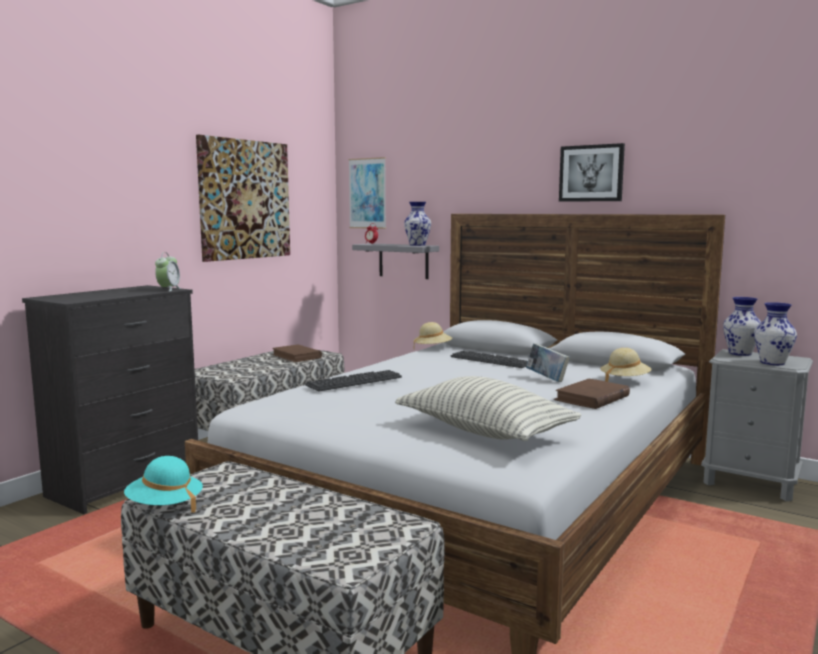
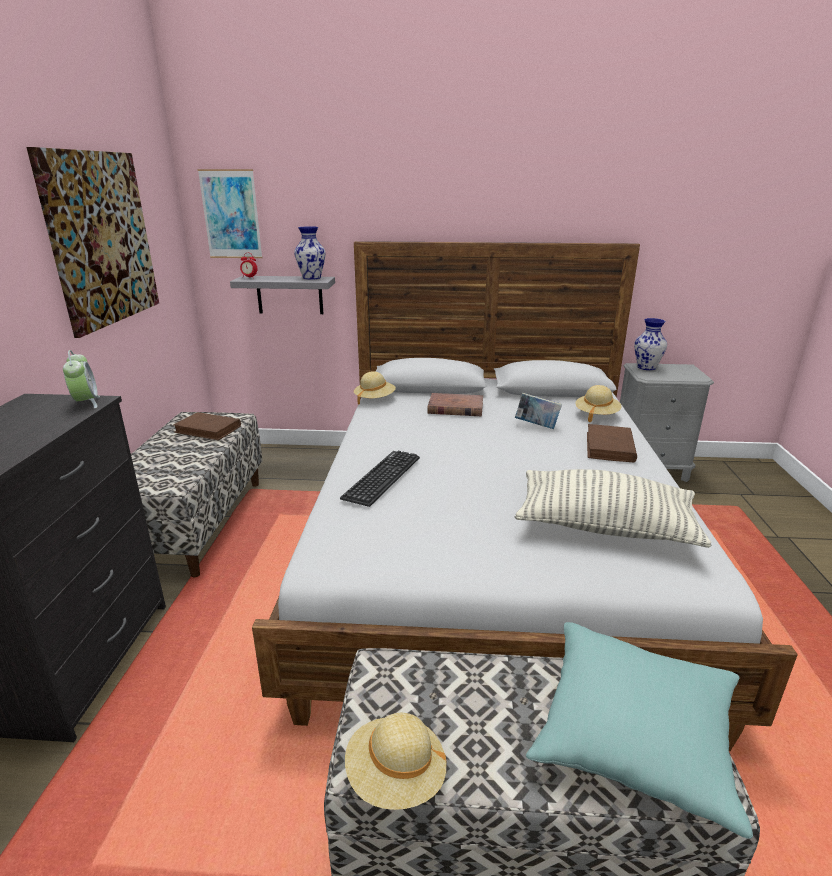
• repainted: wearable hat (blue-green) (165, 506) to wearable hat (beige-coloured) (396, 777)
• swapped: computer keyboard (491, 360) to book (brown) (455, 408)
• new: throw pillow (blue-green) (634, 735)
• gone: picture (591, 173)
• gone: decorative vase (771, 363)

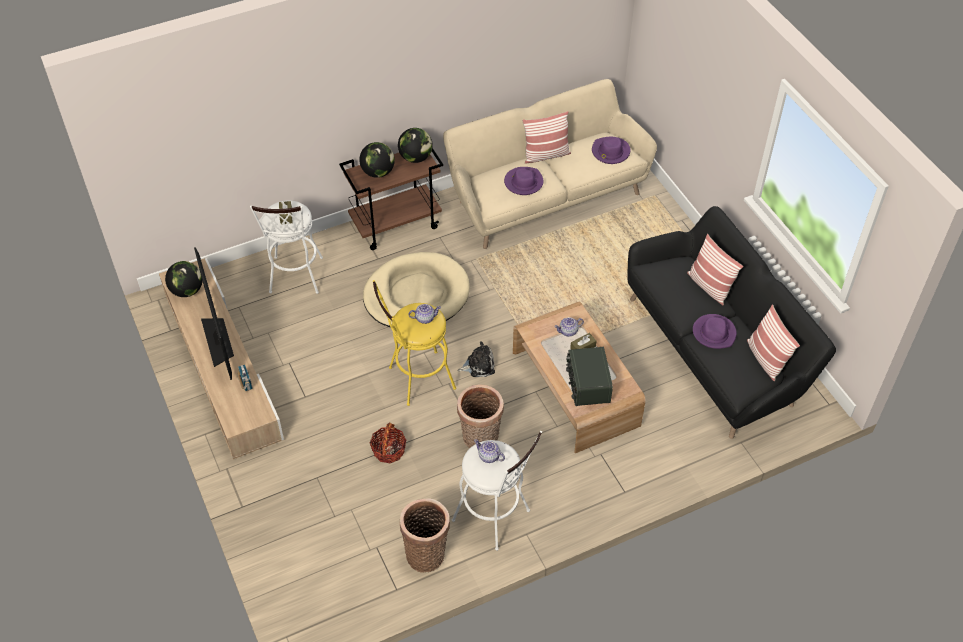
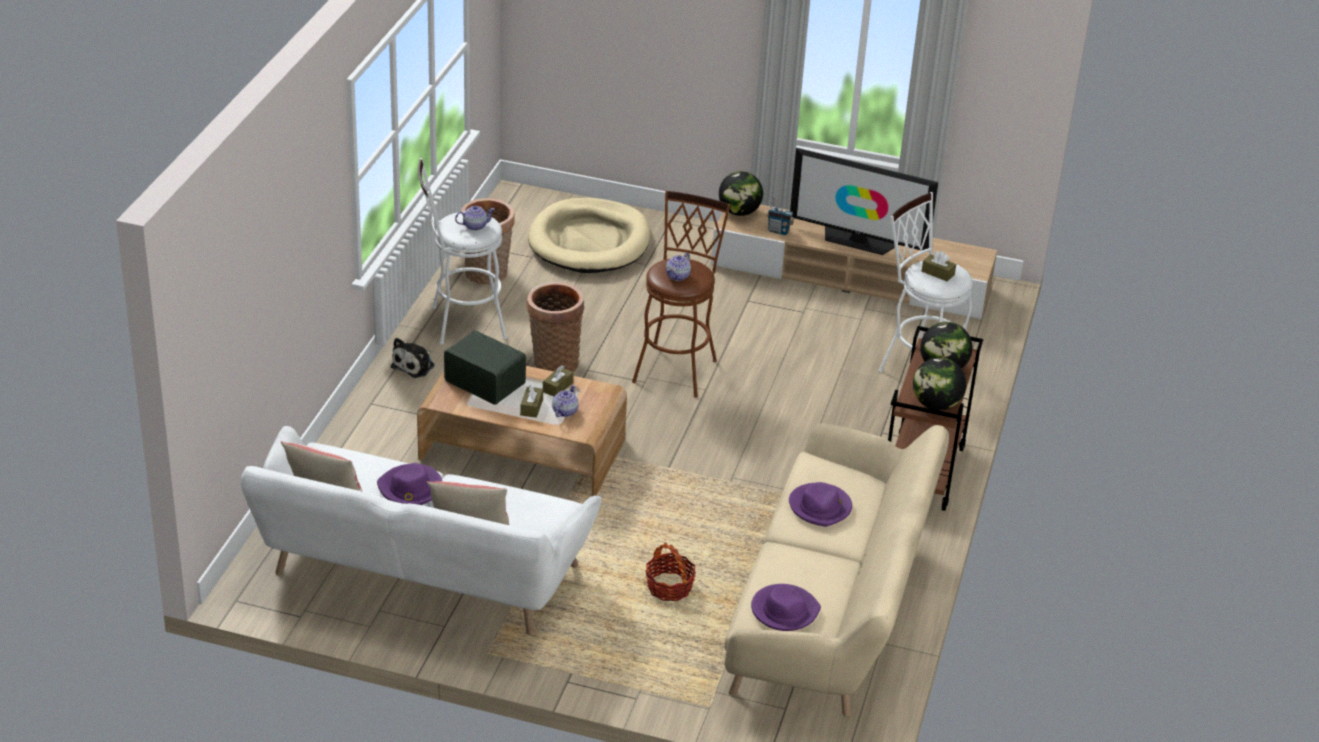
• repainted: sofa (black) (716, 351) to sofa (whitish) (419, 574)
• shifted: cuddly toy (478, 365) to (415, 365)
• shifted: dog bed (beige-coloured) (416, 295) to (589, 241)
• new: box of tissues (brown) (557, 387)
• repainted: stool (yellowish) (416, 379) to stool (brown) (677, 367)
• shifted: storage basket (389, 450) to (669, 587)
• shifted: world globe (187, 290) to (739, 212)
• gone: throw pillow (546, 155)

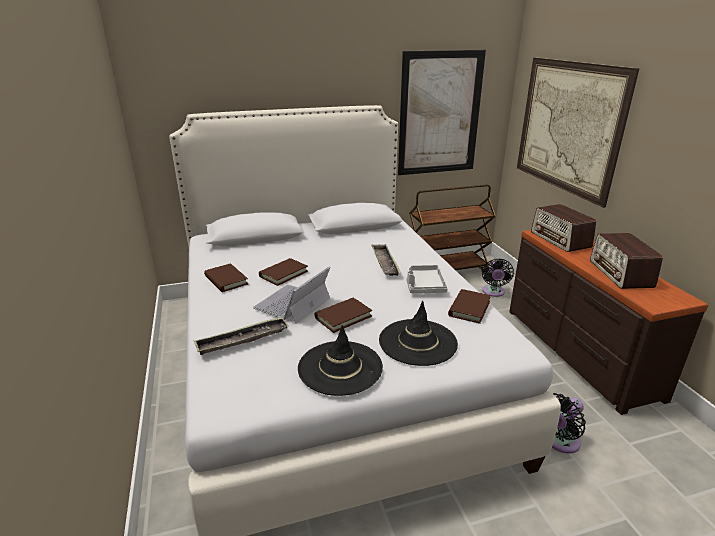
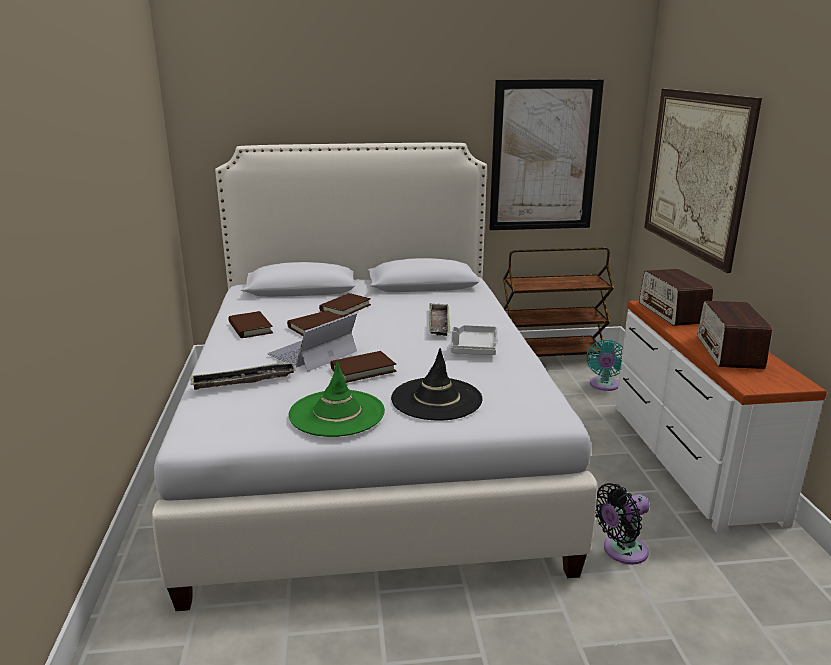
• repainted: wearable hat (black) (340, 367) to wearable hat (green-coloured) (337, 413)
• shifted: book (brown) (469, 308) to (345, 308)
• repainted: fan (black) (493, 292) to fan (blue-green) (604, 385)
• repainted: chest of drawers (brown) (577, 351) to chest of drawers (whitish) (688, 459)

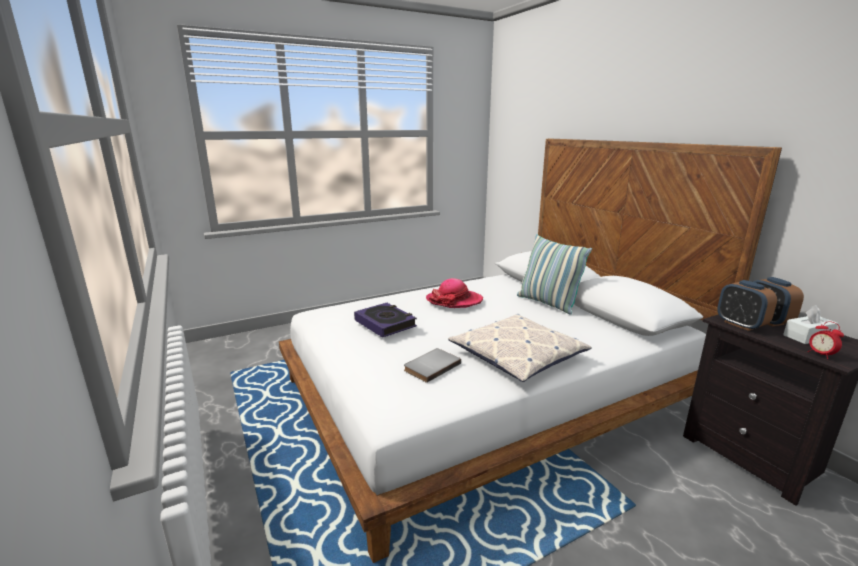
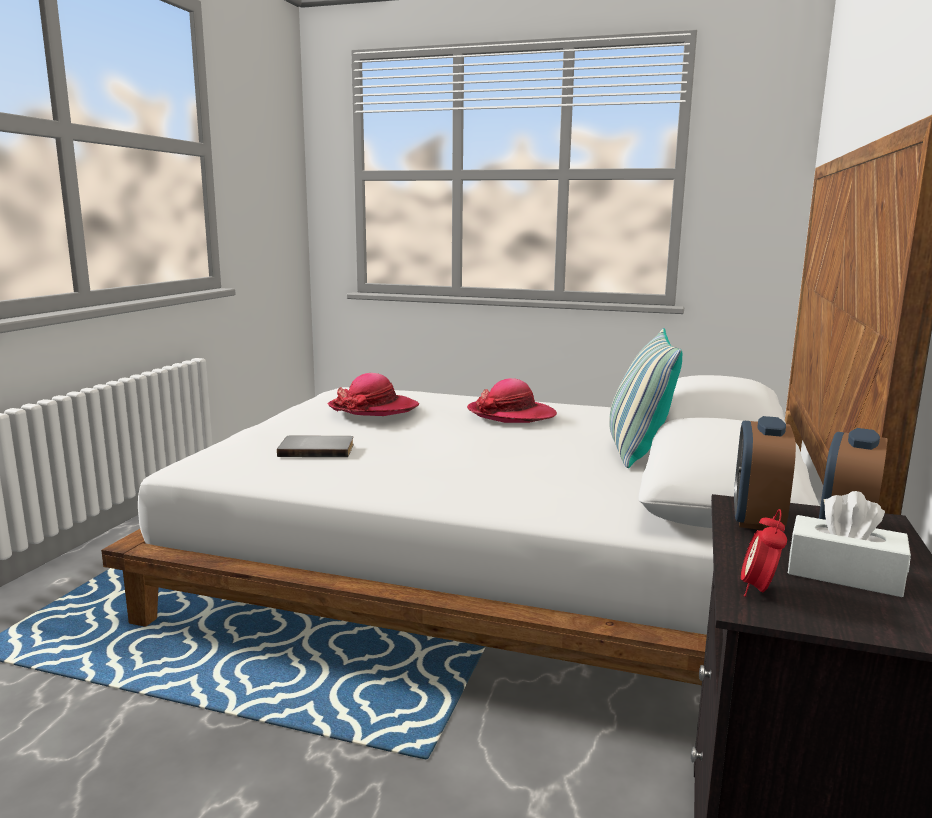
• swapped: book (385, 323) to wearable hat (373, 408)
• gone: throw pillow (517, 355)

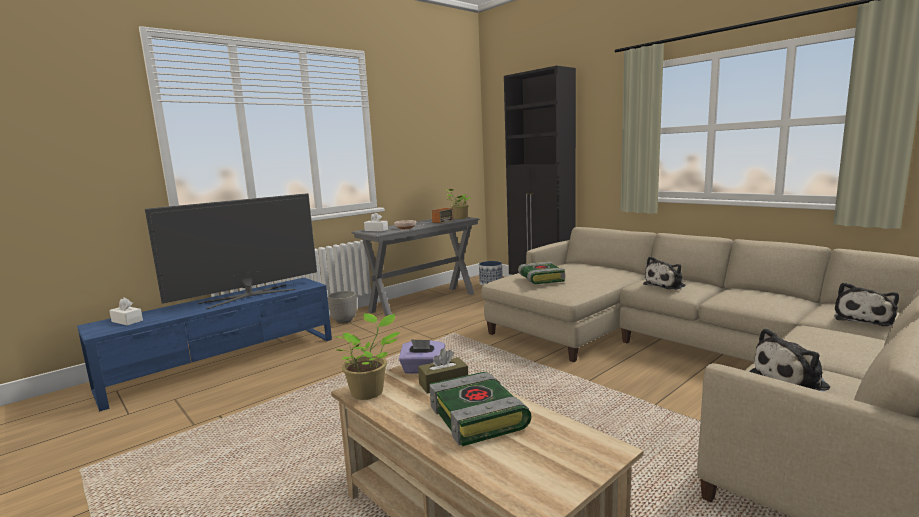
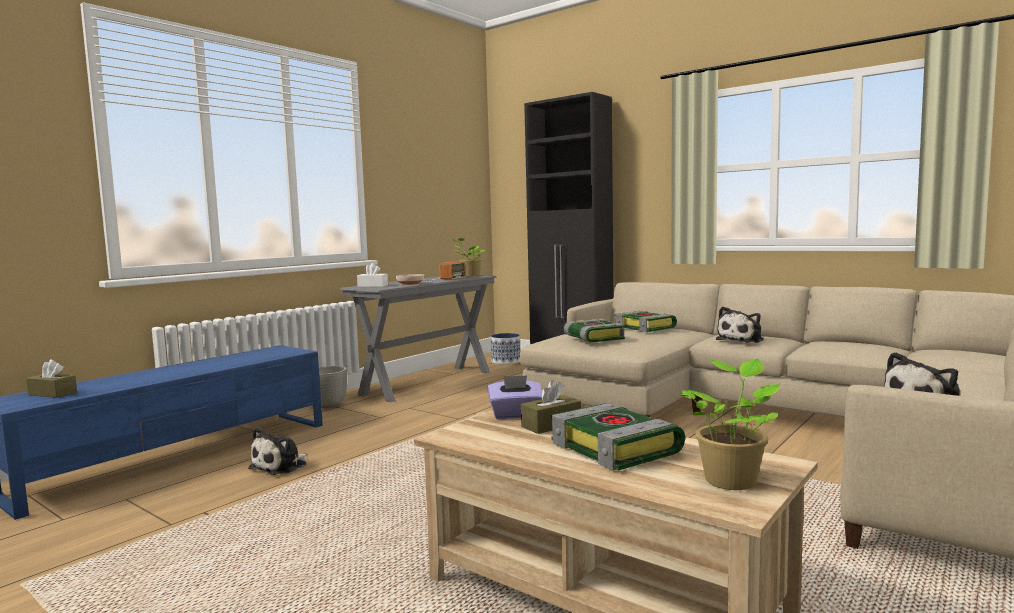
• repainted: box of tissues (whitish) (127, 321) to box of tissues (brown) (52, 393)
• shifted: cuddly toy (863, 319) to (281, 466)
• new: book (646, 328)
• shifted: plant in a pot (369, 391) to (732, 480)
• gone: television (248, 296)

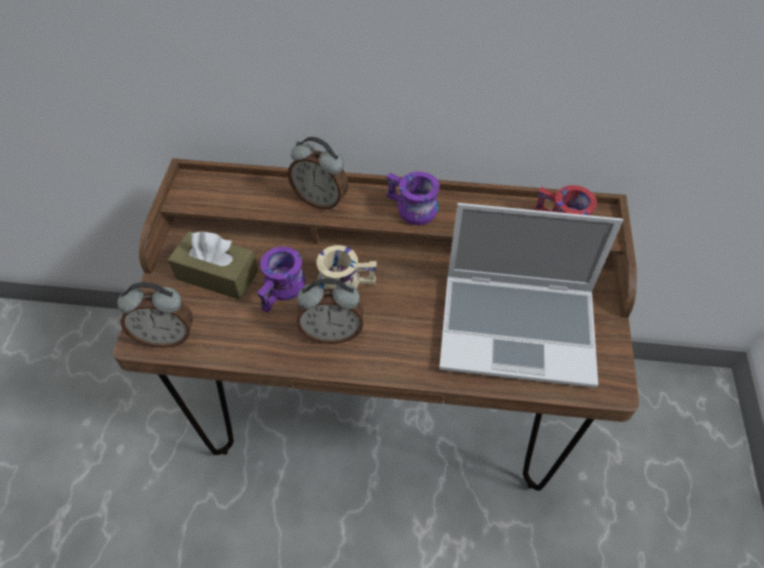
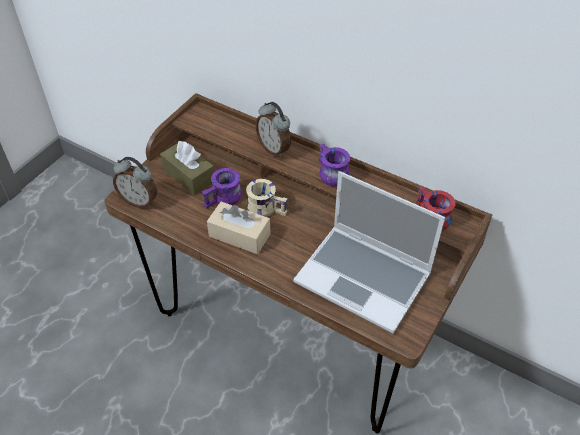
• swapped: bedside clock (332, 332) to box of tissues (beige-coloured) (239, 235)

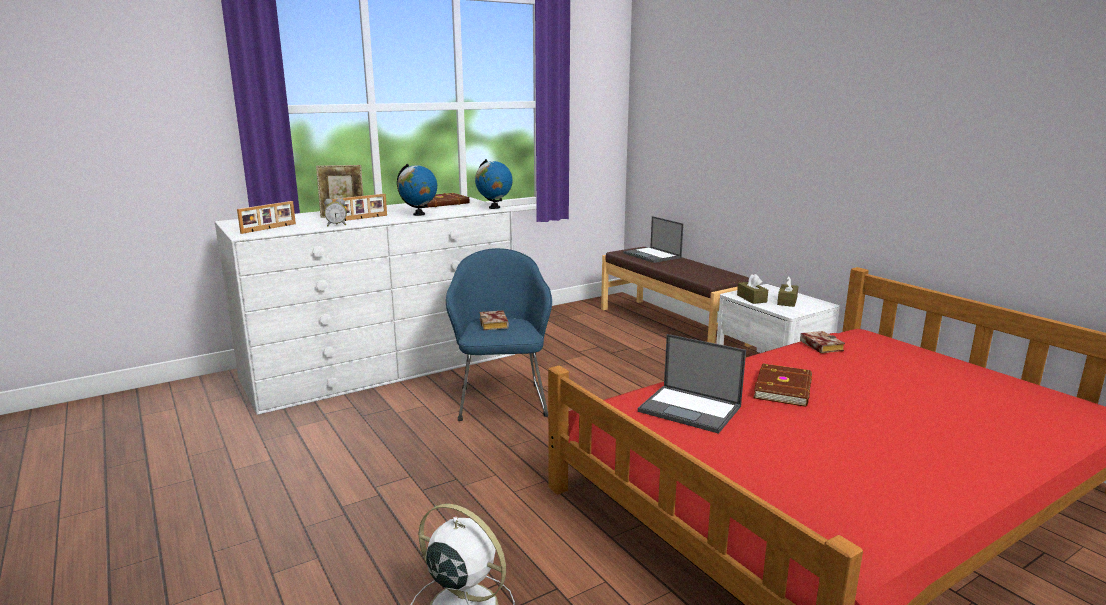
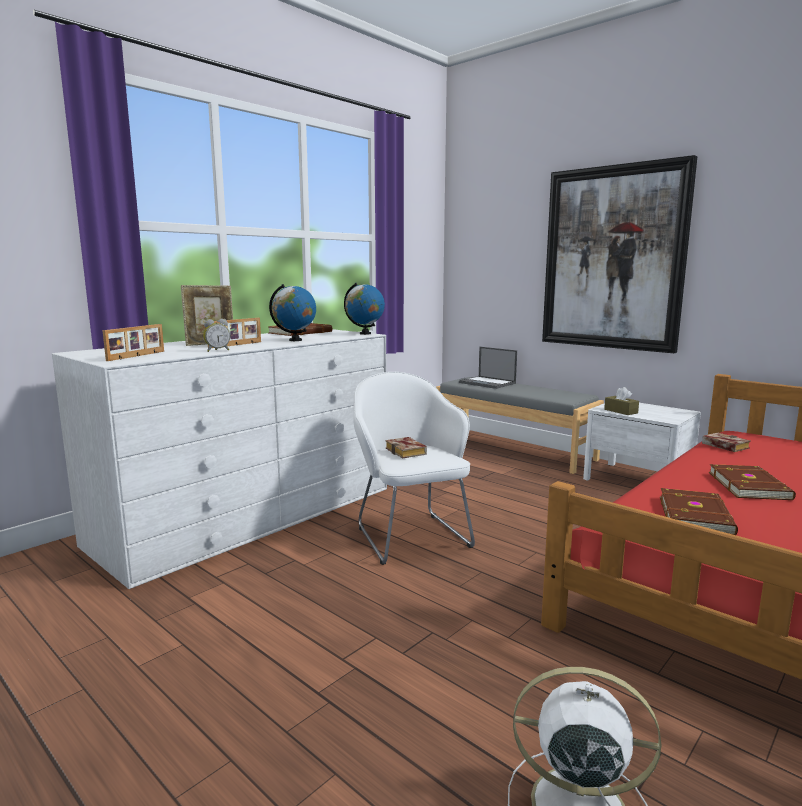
• repainted: armchair (blue) (501, 398) to armchair (whitish) (409, 535)
• repainted: indoor bench (brown) (671, 326) to indoor bench (grey) (513, 449)
• new: picture (613, 258)
• swapped: laptop (691, 409) to book (brown) (696, 515)
• gone: box of tissues (brown) (787, 301)

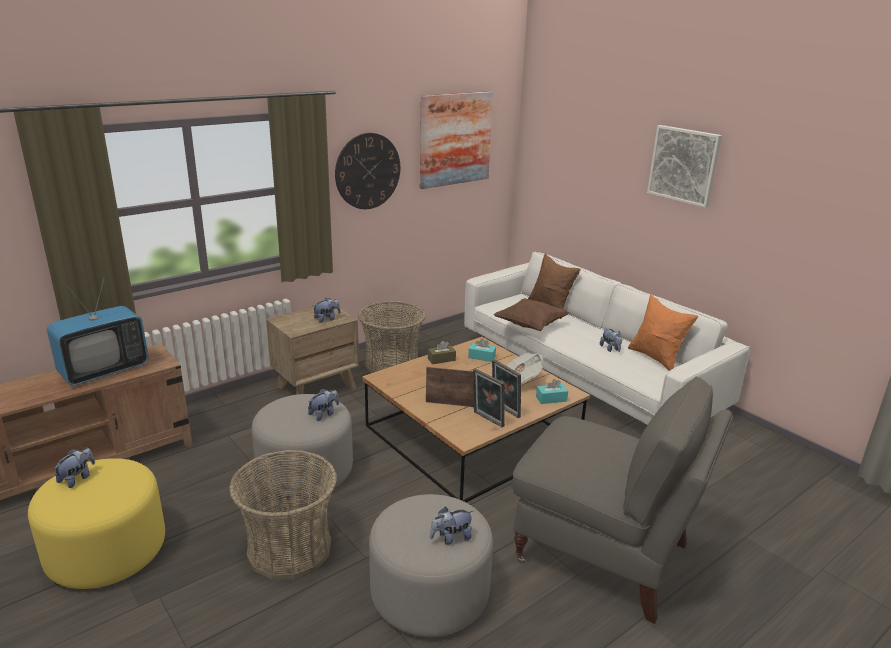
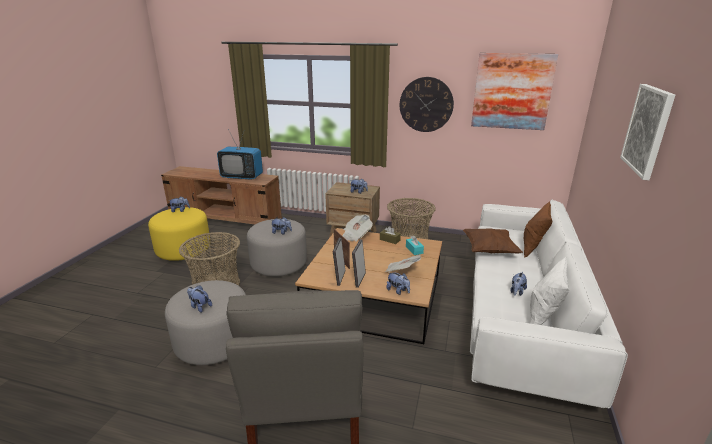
• new: daily paper (356, 236)
• swapped: box of tissues (blue-green) (551, 399) to cuddly toy (398, 291)
• repainted: throw pillow (orangey) (656, 358) to throw pillow (whitish) (543, 318)

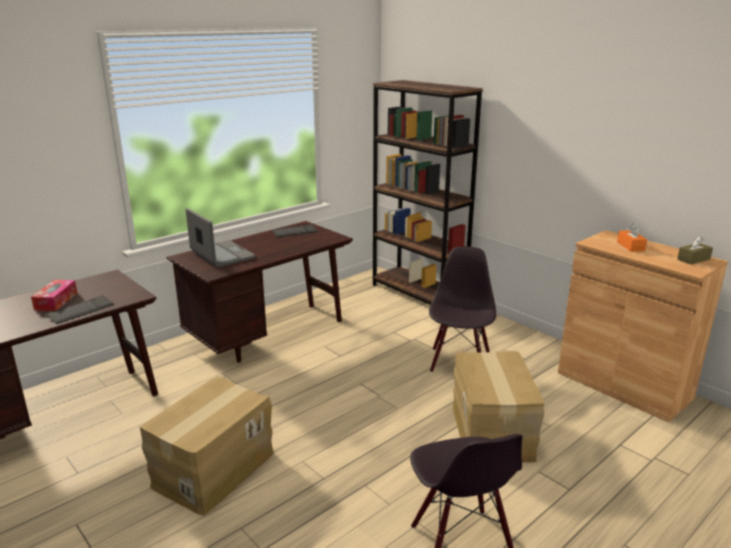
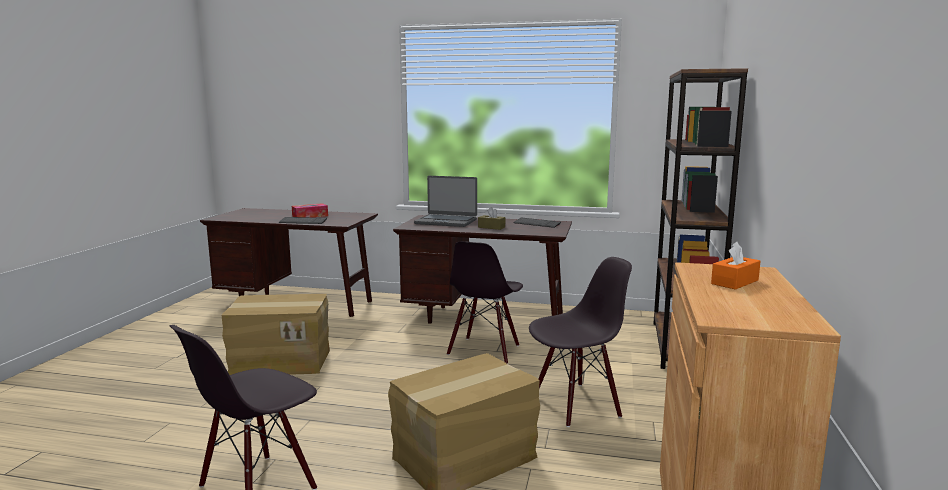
• rotated: laptop (222, 255) = (446, 221) 90 degrees clockwise
• new: upright chair (black) (484, 350)
• shifted: box of tissues (brown) (693, 259) to (491, 227)

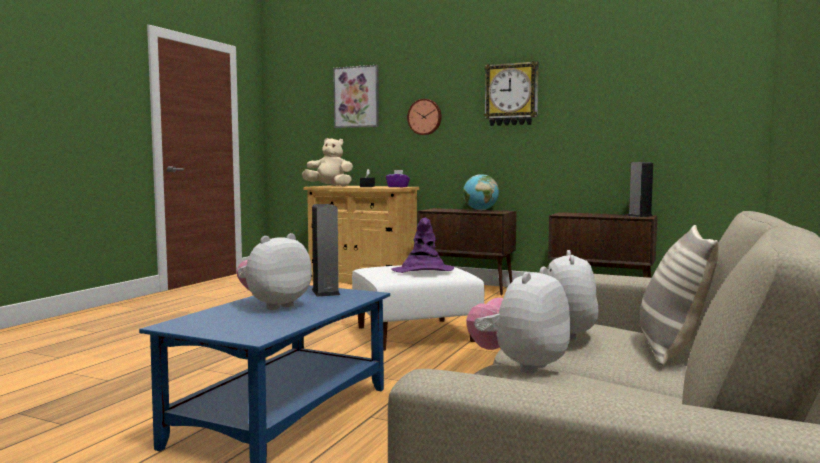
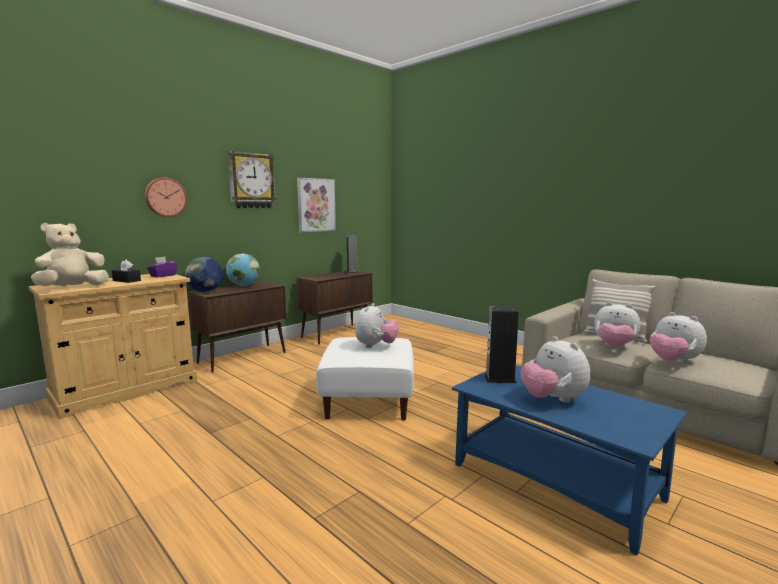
• new: world globe (205, 291)
• shifted: picture (356, 97) to (316, 205)
• swapped: wearable hat (purplish) (423, 271) to cuddly toy (376, 346)

